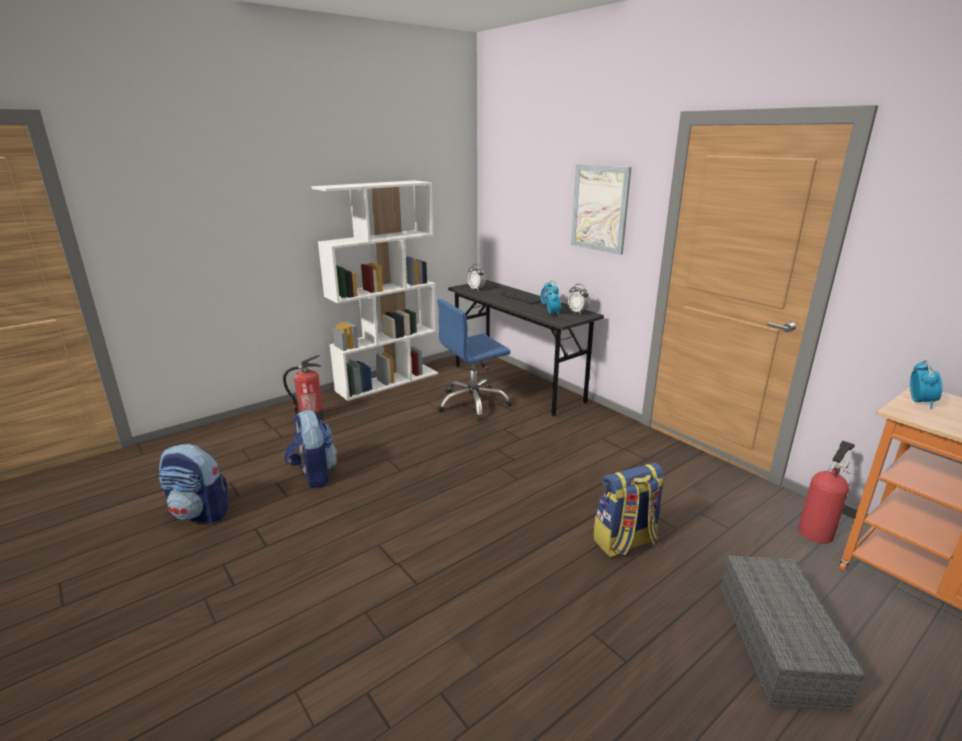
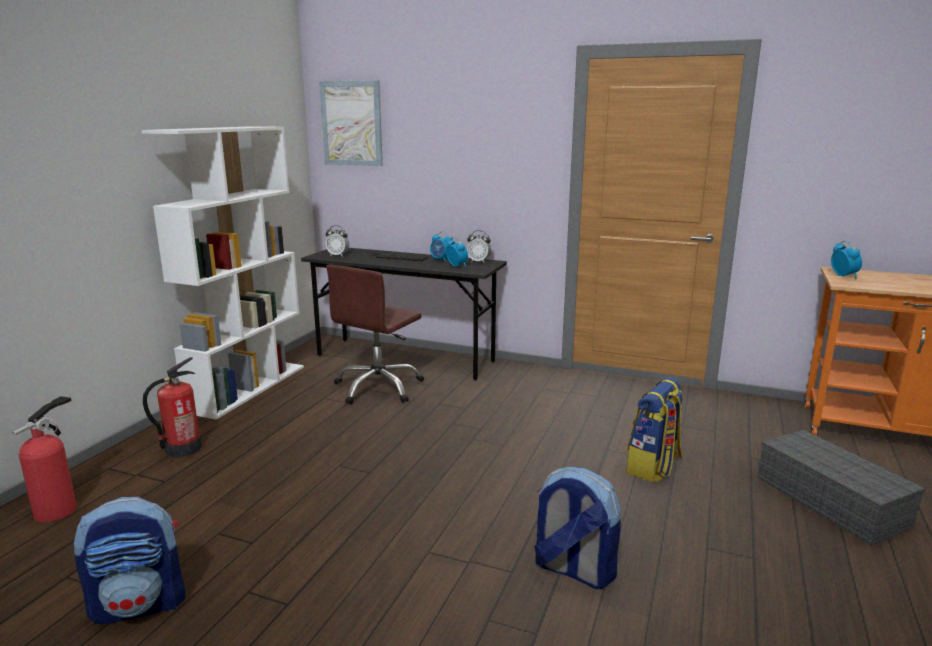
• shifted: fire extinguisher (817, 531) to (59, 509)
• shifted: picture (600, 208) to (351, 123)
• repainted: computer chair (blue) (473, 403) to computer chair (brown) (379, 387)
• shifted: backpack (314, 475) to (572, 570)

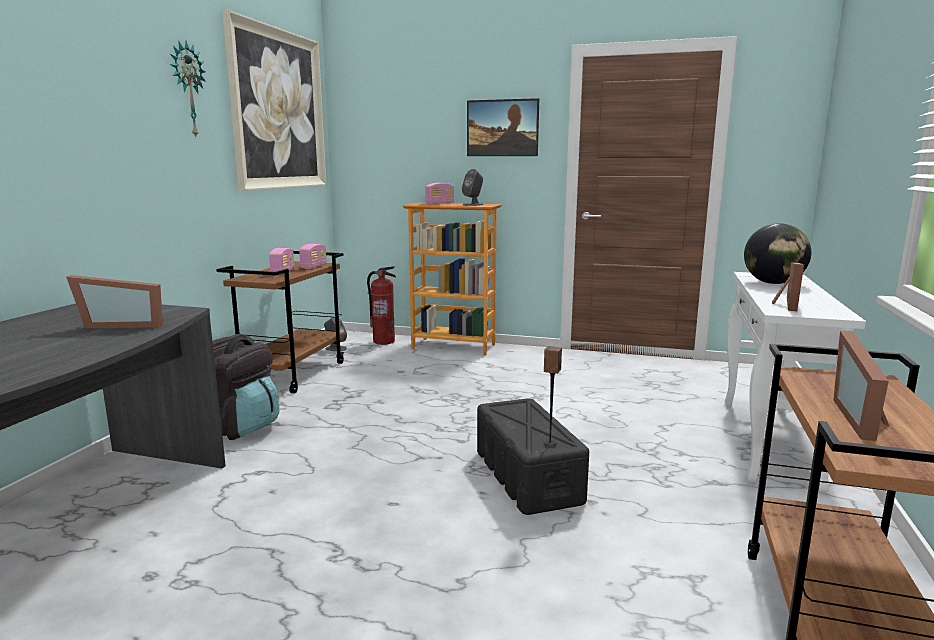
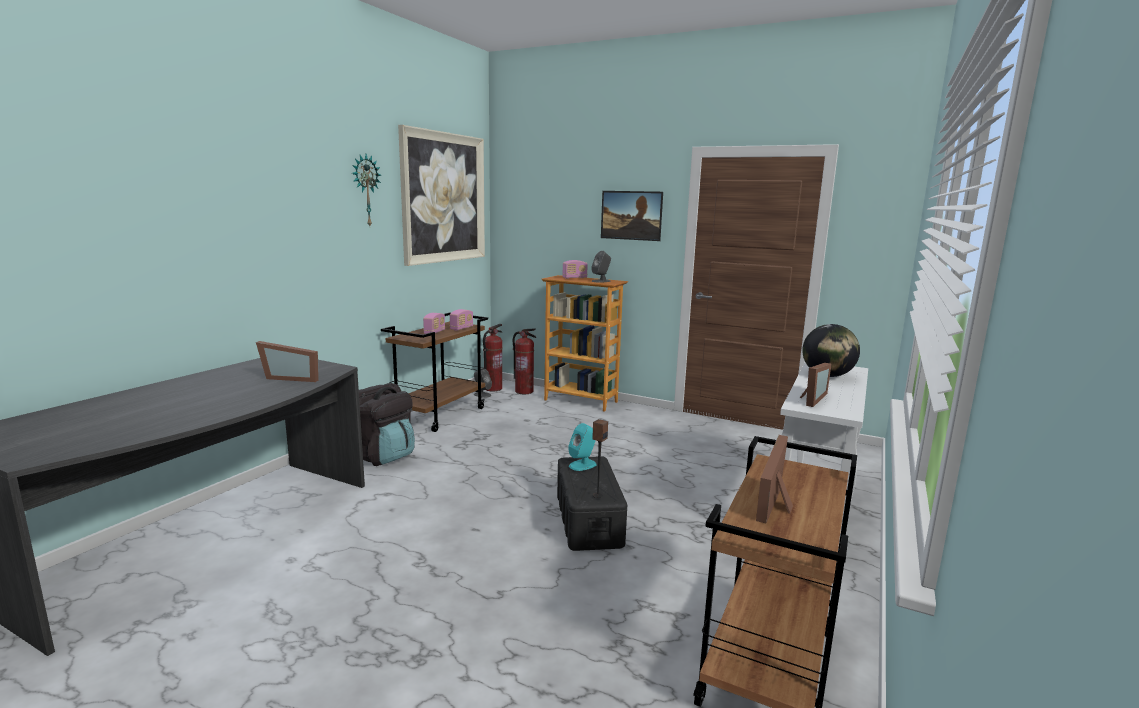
• new: fire extinguisher (493, 388)
• new: speaker (blue-green) (583, 465)

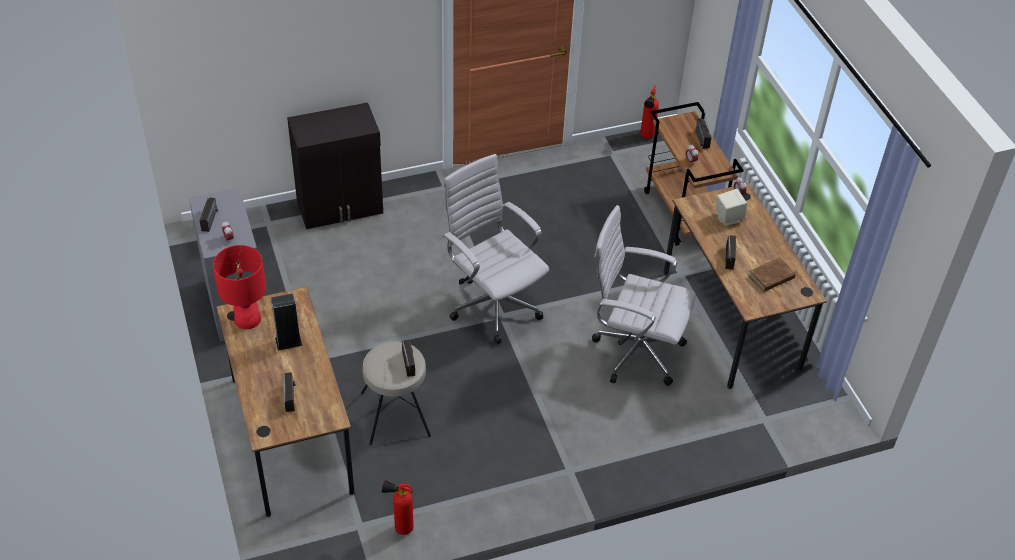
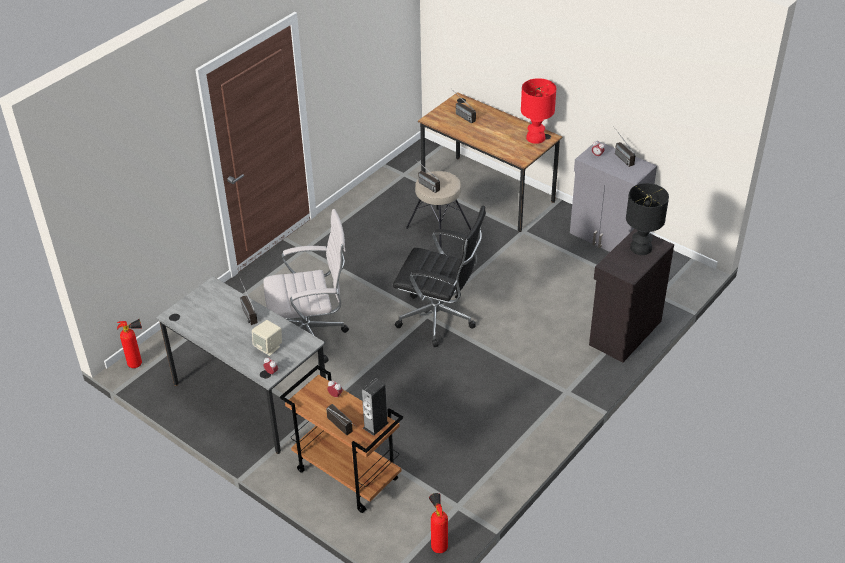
• shifted: fire extinguisher (399, 527) to (138, 363)
• repainted: desk table (brown) (730, 319) to desk table (grey) (250, 396)
• shifted: speaker (288, 341) to (375, 425)
• repainted: computer chair (whitish) (493, 304) to computer chair (black) (440, 320)
• new: tabletop lamp (black) (641, 248)
• gone: book (brown) (771, 277)

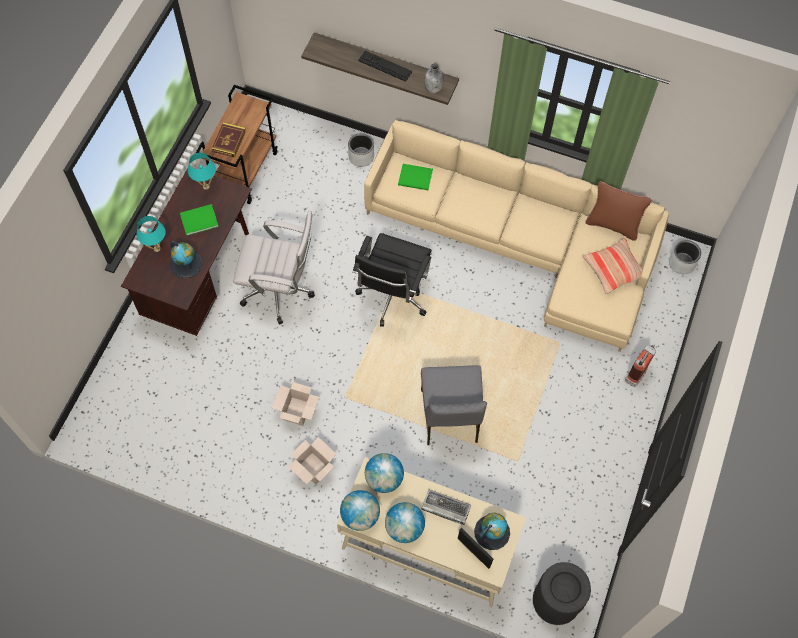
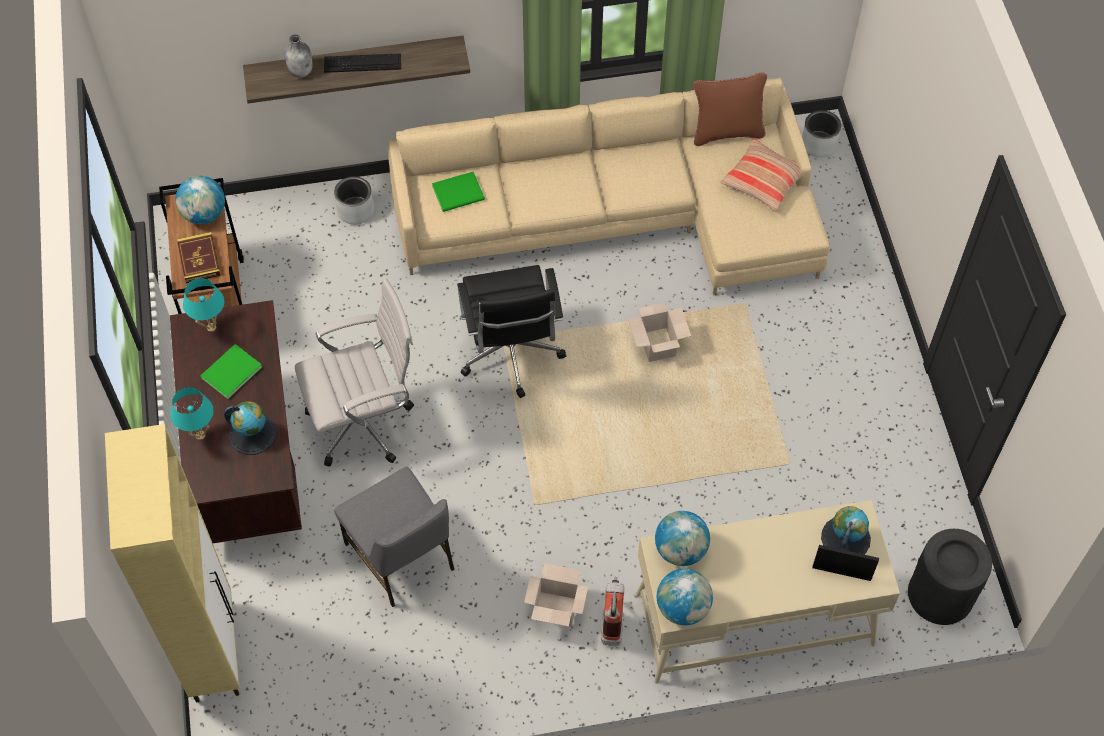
• new: storage cabinet (beige-coloured) (214, 649)
• shifted: world globe (404, 528) to (204, 214)
• shifted: bottle (grey) (433, 88) to (301, 71)
• shifted: upright chair (grey) (450, 417) to (401, 557)
• shifted: fire extinguisher (637, 372) to (612, 622)
• shifted: cardboard box (297, 412) to (658, 346)
• gone: computer keyboard (445, 508)

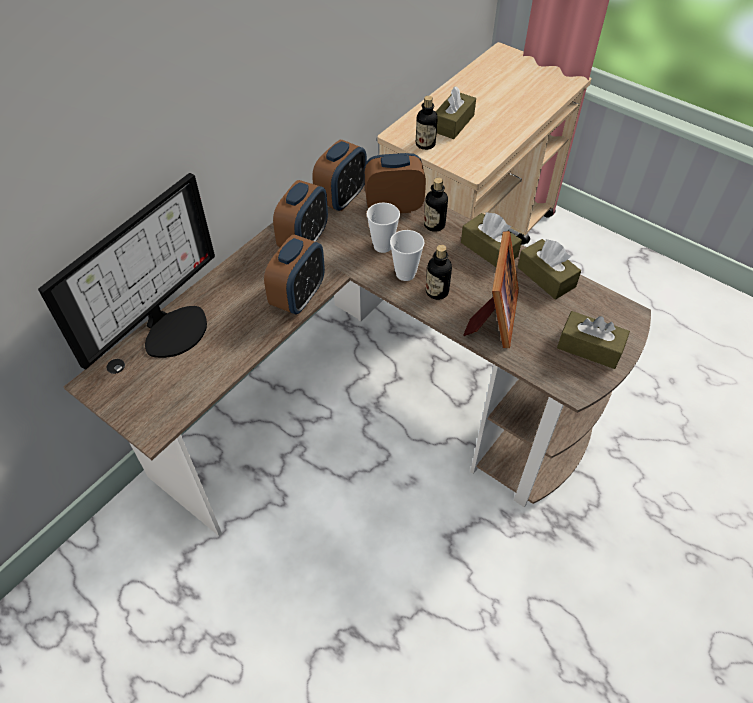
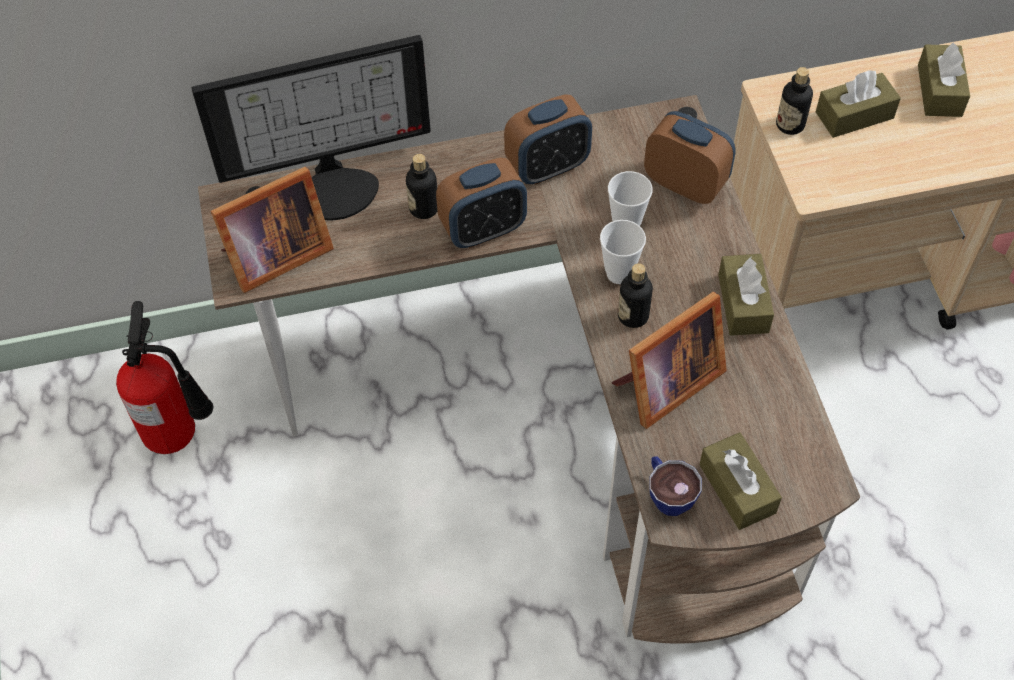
• new: fire extinguisher (179, 431)
• new: picture frame (273, 256)
• shifted: bottle (434, 225) to (424, 208)
• new: small cup (667, 494)
• shifted: box of tissues (brown) (546, 277) to (939, 91)
• gone: bedside clock (341, 198)

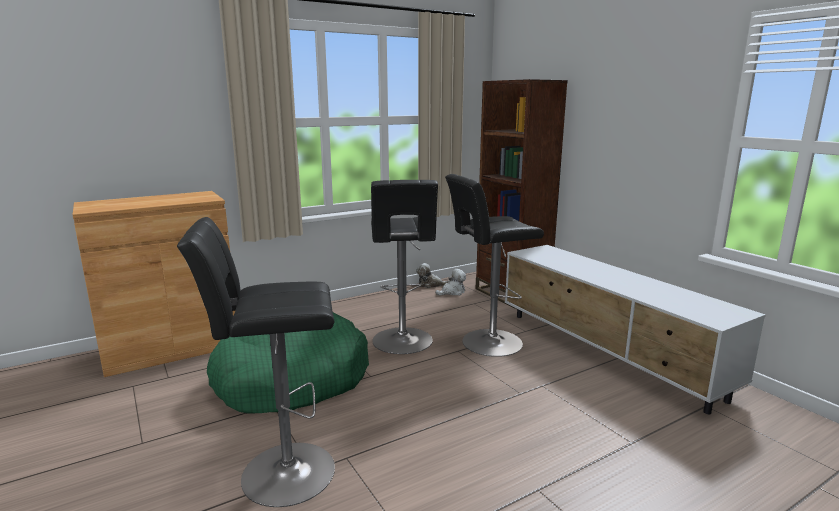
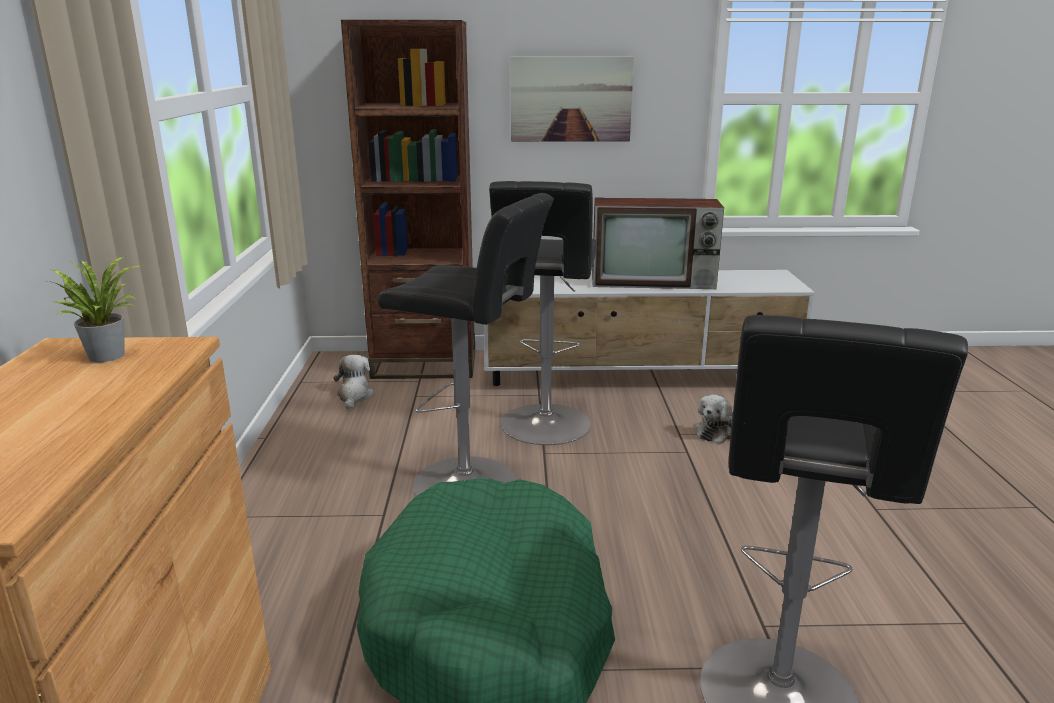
• new: plant in a pot (107, 354)
• new: picture (571, 99)
• new: television (655, 281)
• shifted: cuddly toy (430, 285) to (716, 431)

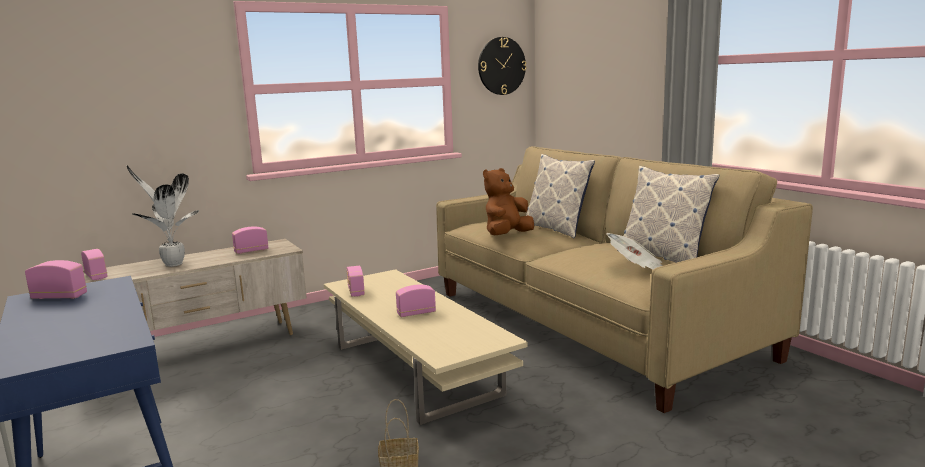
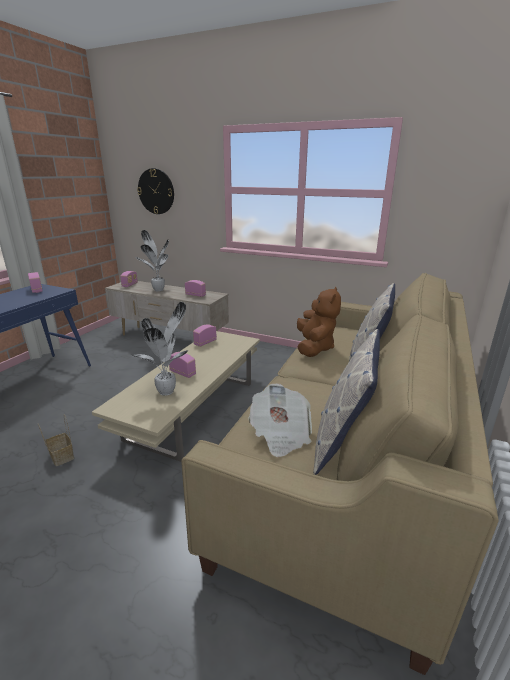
• new: plant in a pot (168, 391)
• shifted: wall clock (501, 66) to (156, 191)
• rotated: cuddly toy (brown) (507, 235) = (314, 347) 90 degrees clockwise

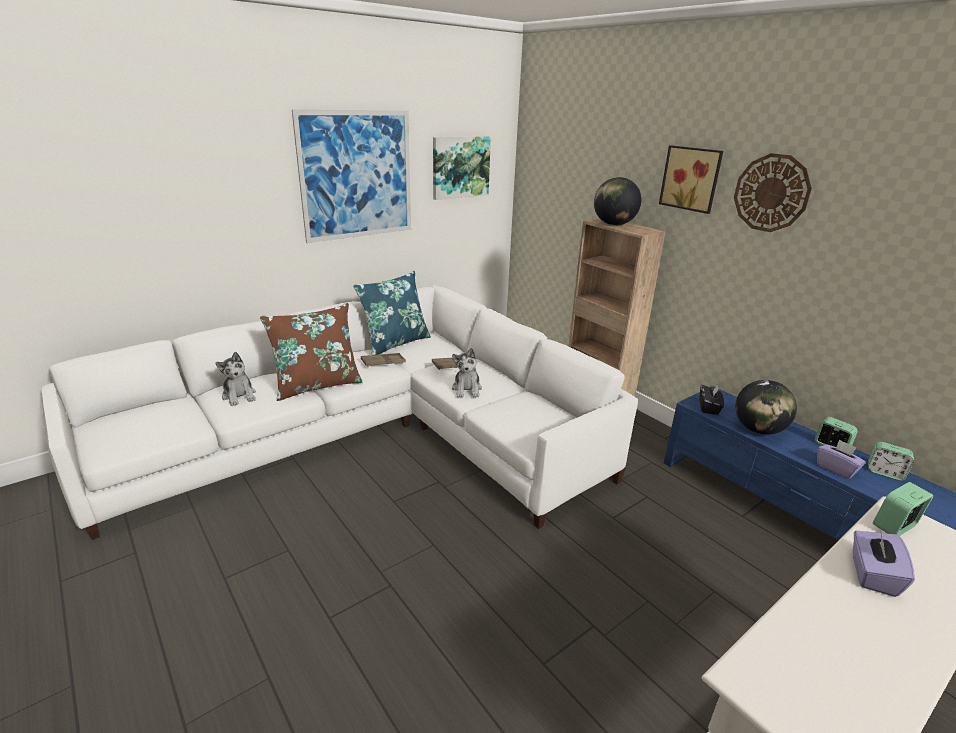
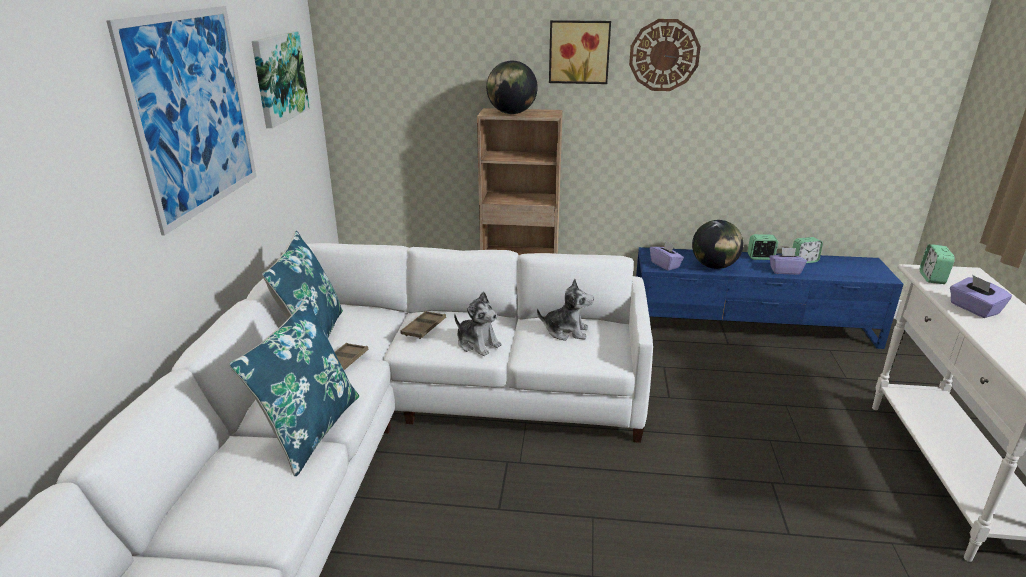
• repainted: throw pillow (brown) (317, 385) to throw pillow (blue) (310, 430)
• shifted: cuddly toy (239, 396) to (566, 331)
• repainted: box of tissues (black) (709, 408) to box of tissues (purplish) (665, 265)

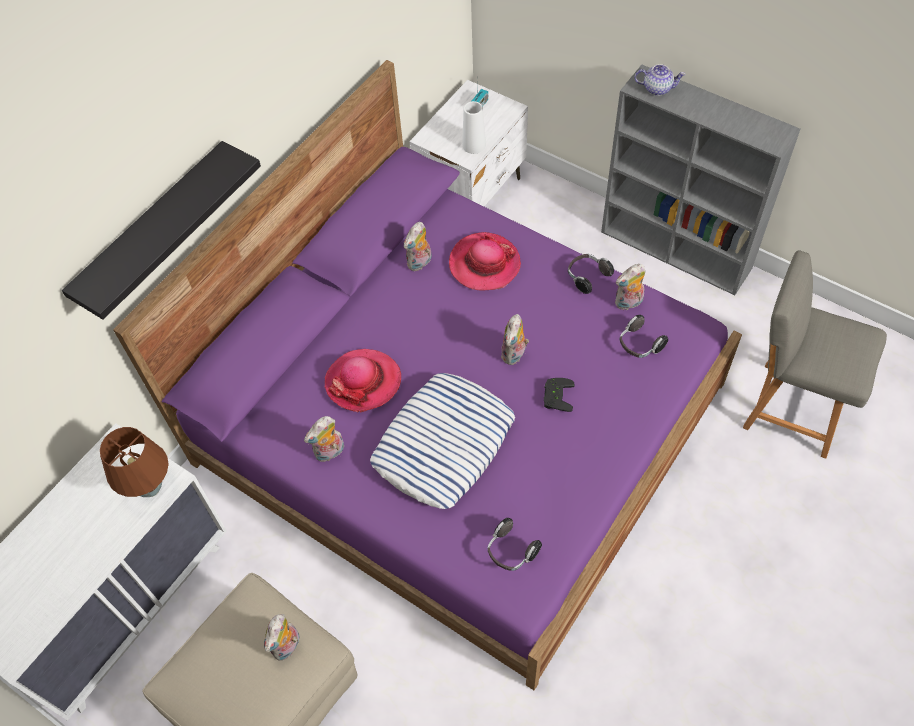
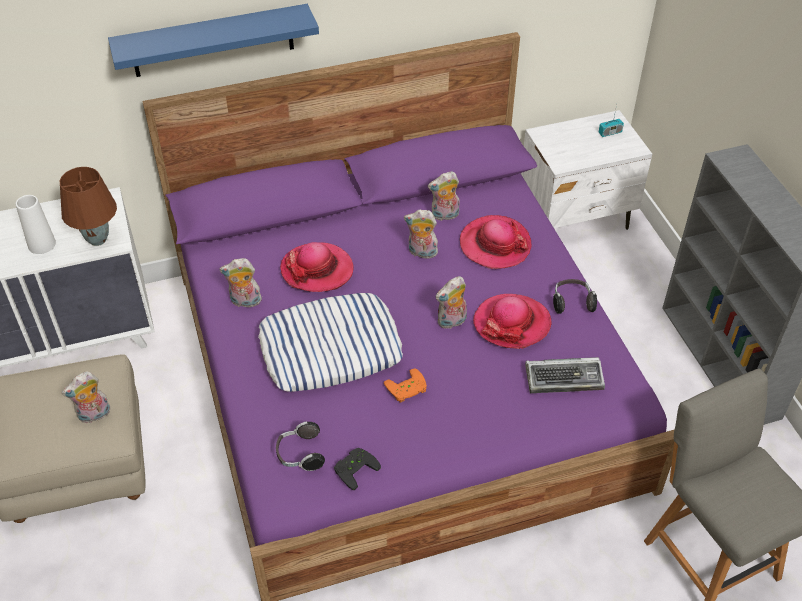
• shifted: decorative vase (whitish) (474, 145) to (42, 244)
• repainted: bracket shelf (black) (153, 230) to bracket shelf (blue) (213, 41)
• shifted: gamepad (black) (555, 396) to (354, 468)
• new: gamepad (orangey) (407, 389)
• shifted: cuddly toy (628, 303) to (421, 253)
• new: wearable hat (512, 323)
• swapped: headphones (639, 345) to computer keyboard (565, 378)
• gone: teapot (657, 88)

